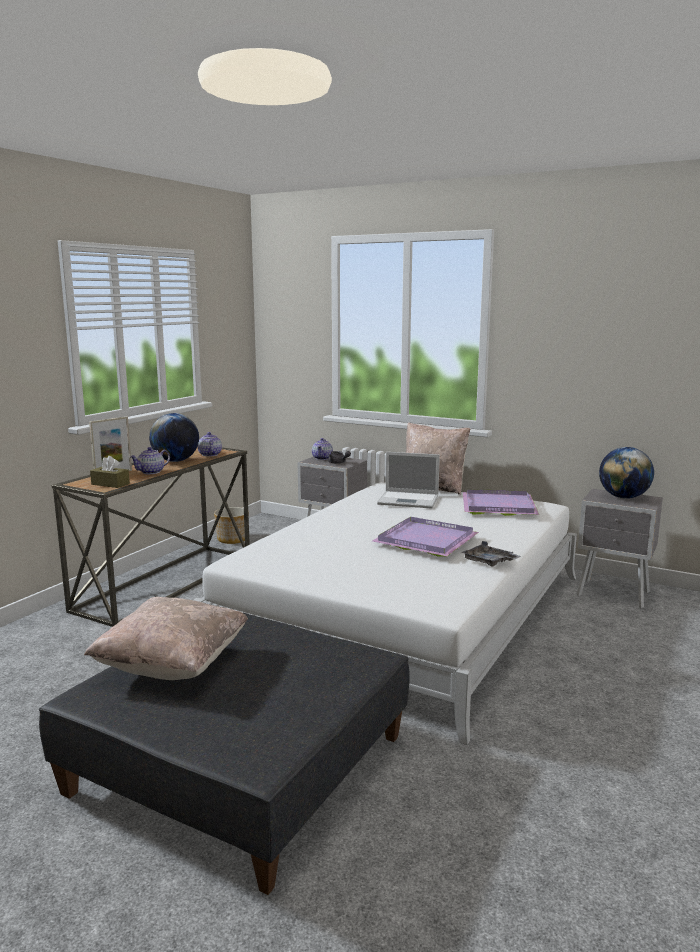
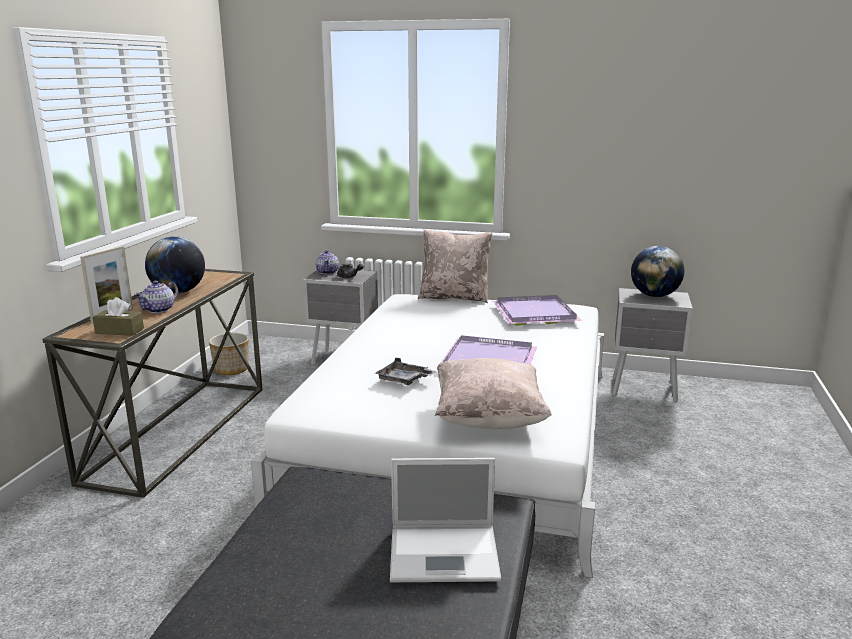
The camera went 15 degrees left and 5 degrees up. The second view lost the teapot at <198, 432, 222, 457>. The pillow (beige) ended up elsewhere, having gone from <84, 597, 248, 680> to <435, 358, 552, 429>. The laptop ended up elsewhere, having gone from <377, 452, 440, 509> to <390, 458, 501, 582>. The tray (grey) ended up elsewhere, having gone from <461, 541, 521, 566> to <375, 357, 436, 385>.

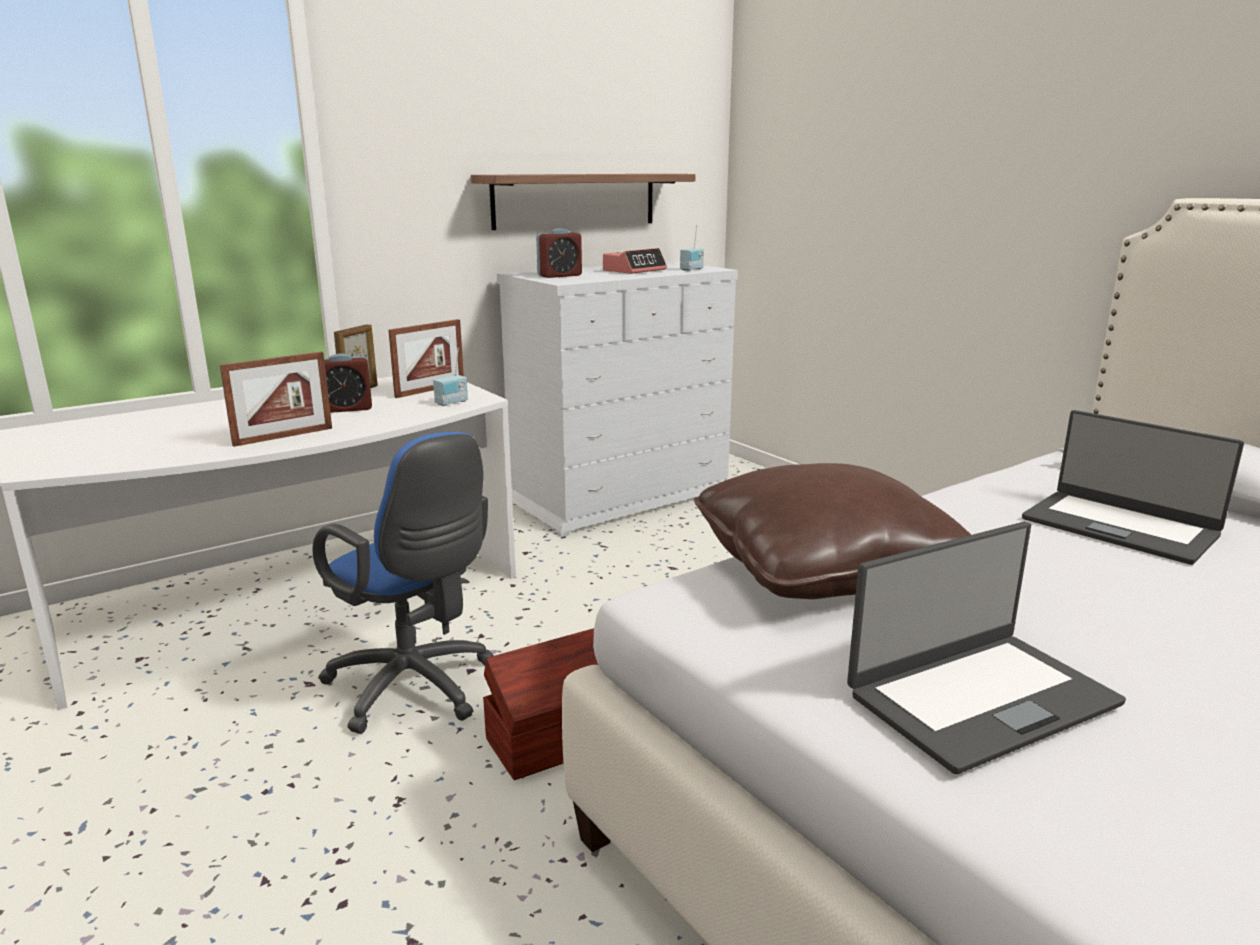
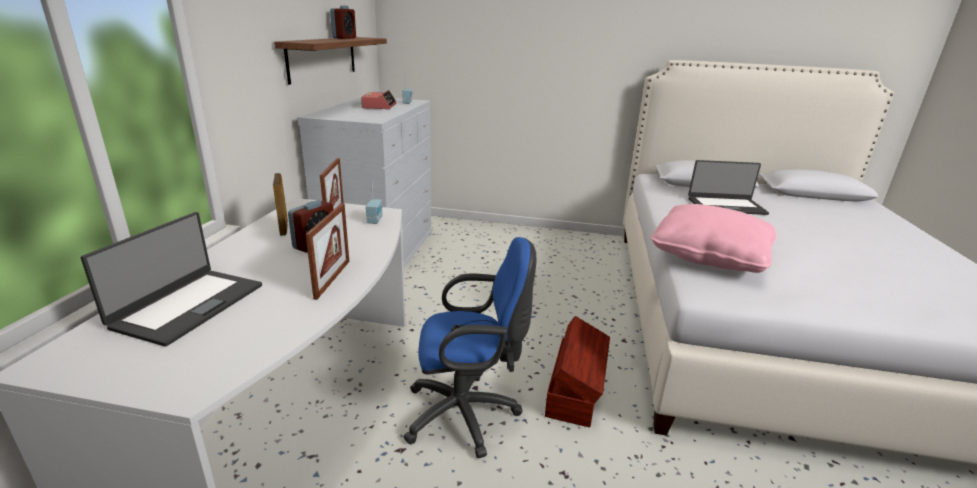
The camera went 45 degrees left and 5 degrees up. The alarm clock ended up elsewhere, having gone from <536, 228, 582, 278> to <330, 5, 356, 39>. The laptop ended up elsewhere, having gone from <847, 522, 1126, 774> to <81, 212, 262, 346>. What was the pillow (brown) at <694, 463, 971, 599> turned into the pillow (pink) at <650, 204, 776, 273>.

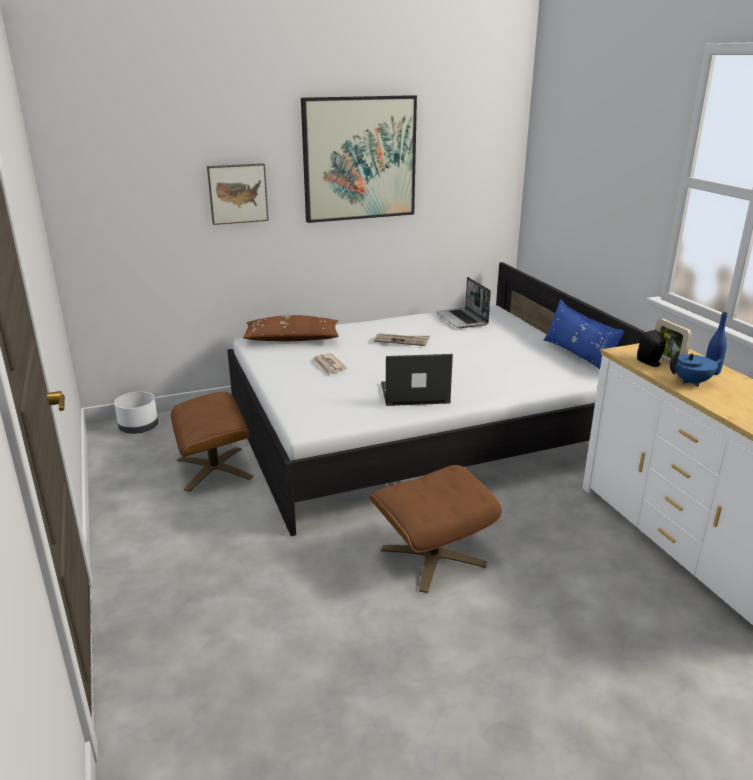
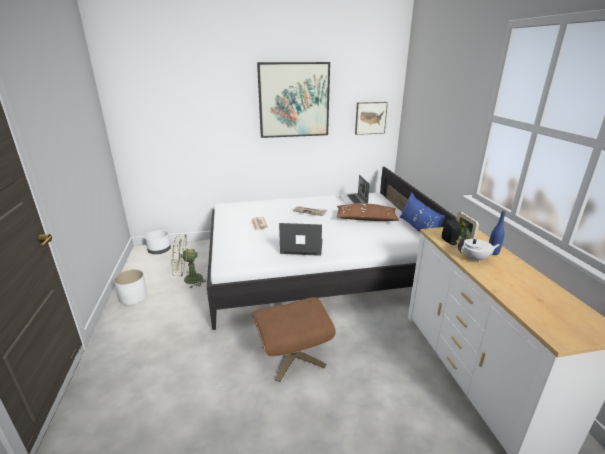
The camera went 10 degrees right and 0 degrees up. The second view gained the planter (white) at <114, 270, 147, 305>. The picture ended up elsewhere, having gone from <207, 163, 269, 225> to <355, 102, 388, 135>. The pillow (brown) ended up elsewhere, having gone from <243, 315, 339, 341> to <336, 204, 399, 221>. Where the ottoman (brown) stood at <171, 392, 253, 492>, the fan (green) came to stand at <172, 234, 207, 288>. What was the teapot (blue) at <670, 350, 723, 387> turned into the teapot (white) at <458, 236, 500, 263>.

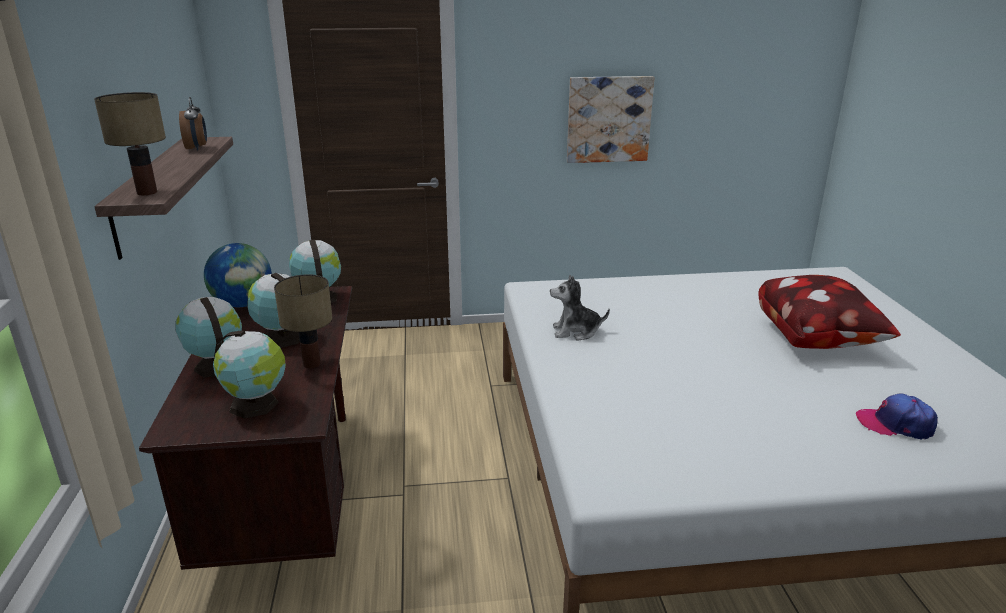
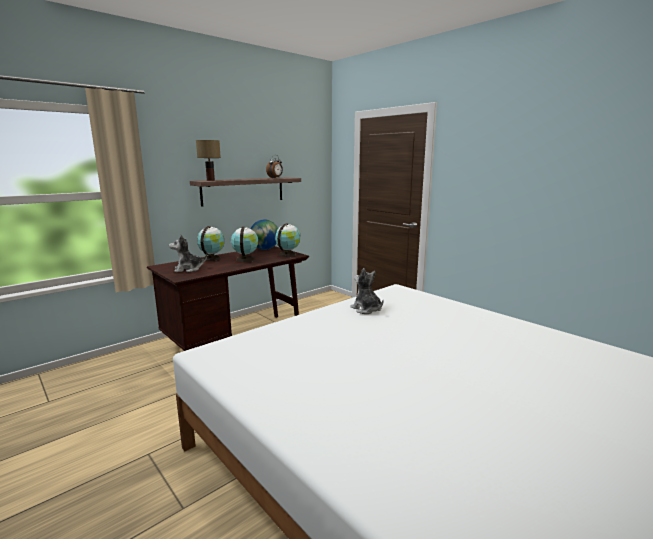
The camera went 55 degrees right and 10 degrees down. The second view lost the table lamp at <274, 274, 332, 368>. The second view lost the picture at <567, 76, 654, 163>. The second view lost the pillow at <758, 275, 901, 349>. The second view lost the cap at <856, 393, 938, 440>. Where the globe stood at <213, 331, 286, 419>, the plush toy came to stand at <169, 235, 207, 272>.

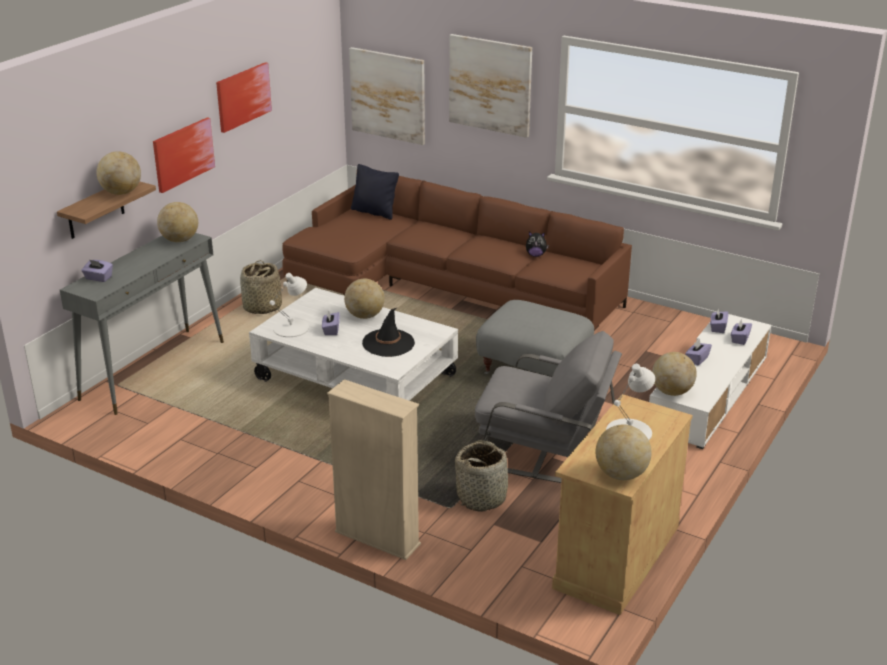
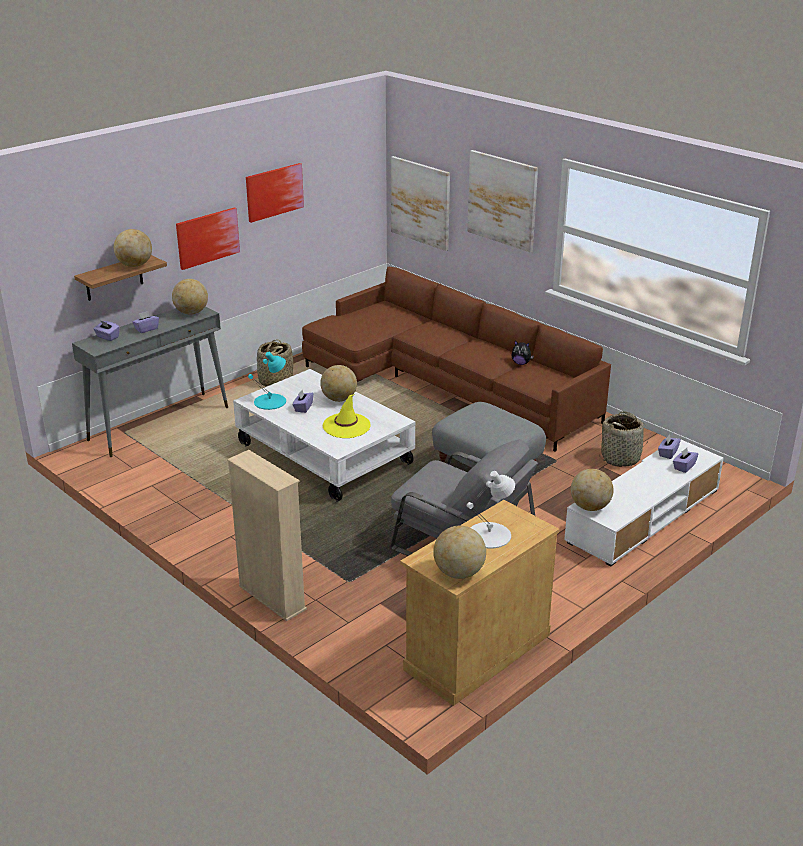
The camera went 15 degrees right and 0 degrees up. The second view lost the pillow (black) at <351, 164, 399, 220>. The basket ended up elsewhere, having gone from <455, 440, 514, 512> to <599, 411, 649, 467>. The tissue box (purple) ended up elsewhere, having gone from <685, 339, 712, 365> to <132, 311, 159, 333>. What was the table lamp (white) at <270, 273, 309, 337> turned into the table lamp (turquoise) at <248, 352, 286, 410>. What was the hat (black) at <362, 308, 415, 357> turned into the hat (yellow) at <323, 394, 371, 438>.

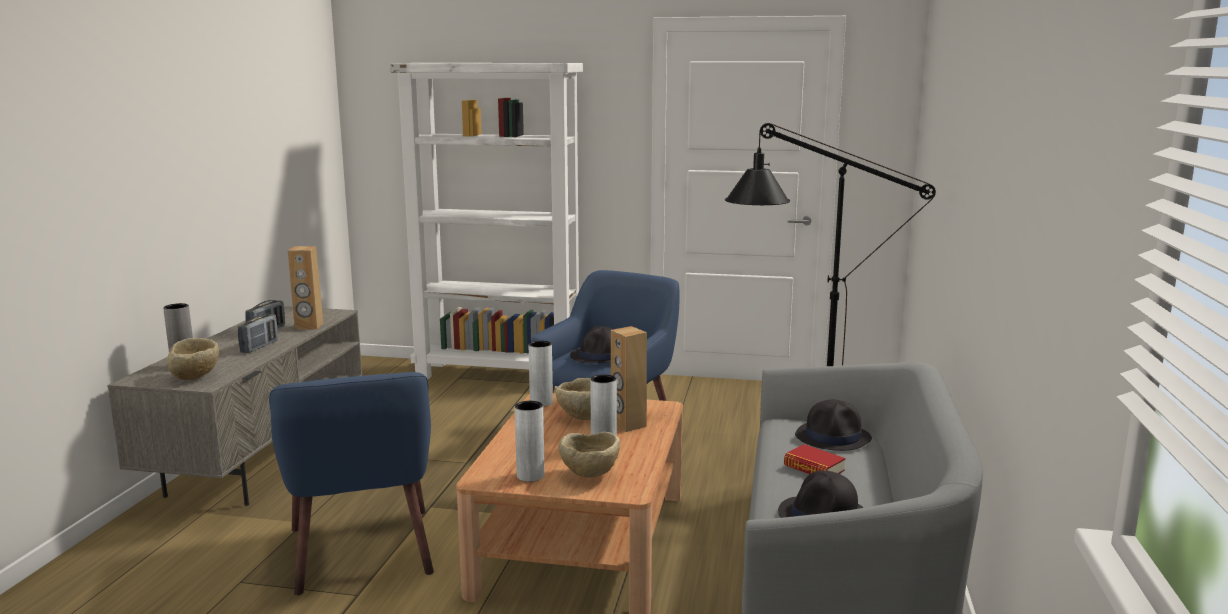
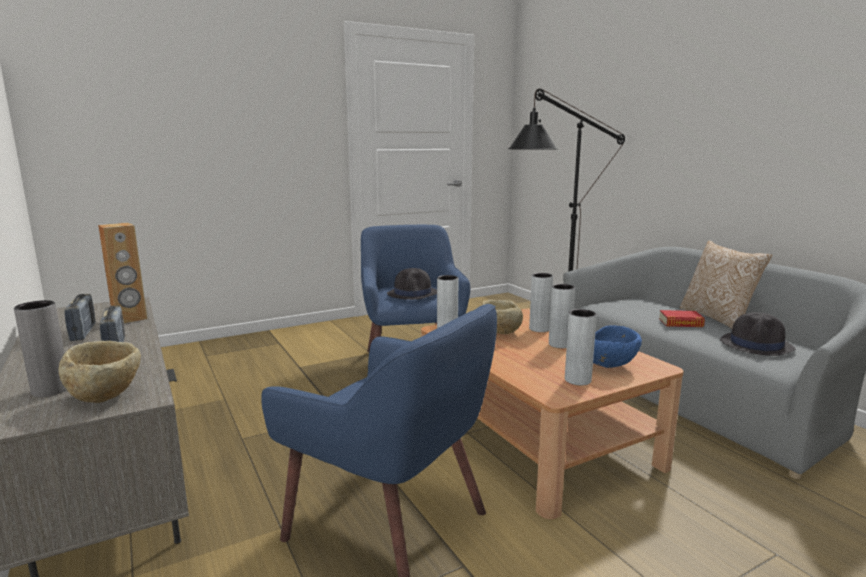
The camera went 40 degrees left and 0 degrees up. The second view lost the bookcase (white) at <390, 63, 583, 388>. The second view lost the hat (black) at <795, 400, 872, 451>. The second view gained the pillow at <680, 240, 772, 329>. Where the speaker (brown) stood at <611, 326, 647, 432>, the vase (grey) came to stand at <529, 273, 553, 332>. What was the bowl (beige) at <558, 432, 620, 477> turned into the bowl (blue) at <593, 325, 642, 368>.

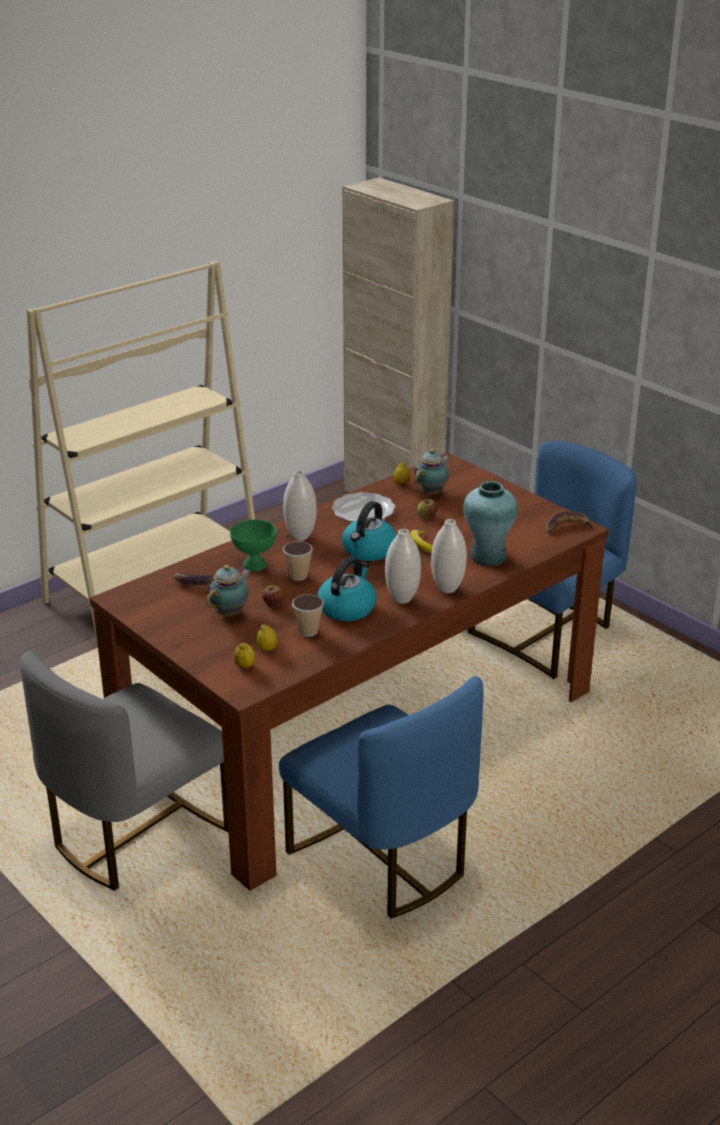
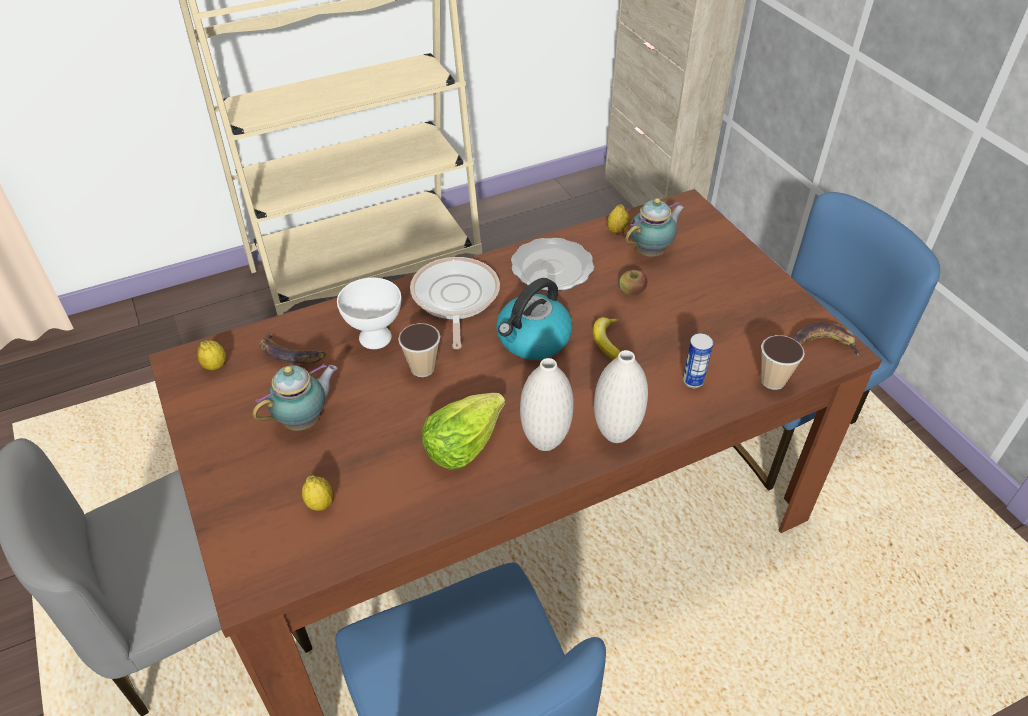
The camera went 15 degrees right and 15 degrees up. The second view lost the apple at <262, 583, 283, 607>. The lemon ended up elsewhere, having gone from <234, 642, 255, 669> to <197, 340, 226, 371>. The cup ended up elsewhere, having gone from <292, 594, 324, 637> to <761, 335, 805, 390>. Where the vase (white) stood at <283, 470, 317, 541>, the frying pan came to stand at <410, 257, 500, 349>. Where the kettle stood at <317, 557, 377, 621>, the lettuce came to stand at <421, 393, 505, 470>. Where the vase (turquoise) stood at <463, 481, 518, 566>, the can came to stand at <683, 334, 713, 388>. What was the bowl (green) at <230, 520, 276, 572> turned into the bowl (white) at <337, 278, 401, 349>.

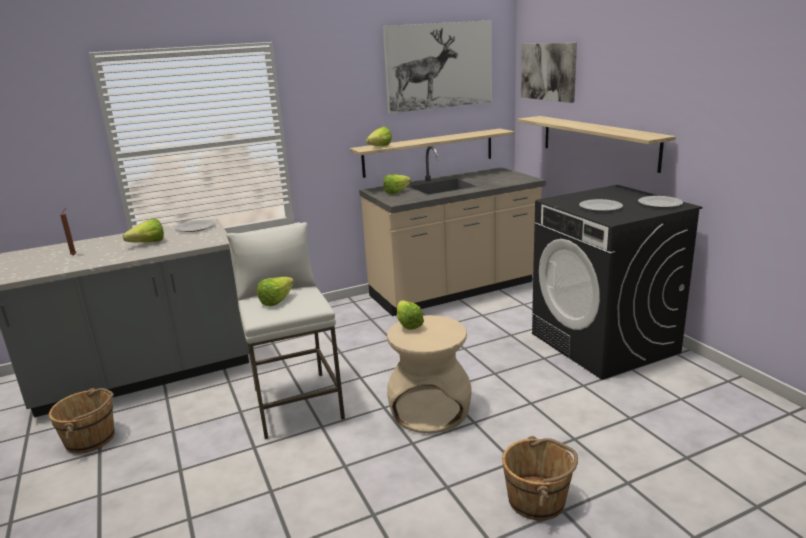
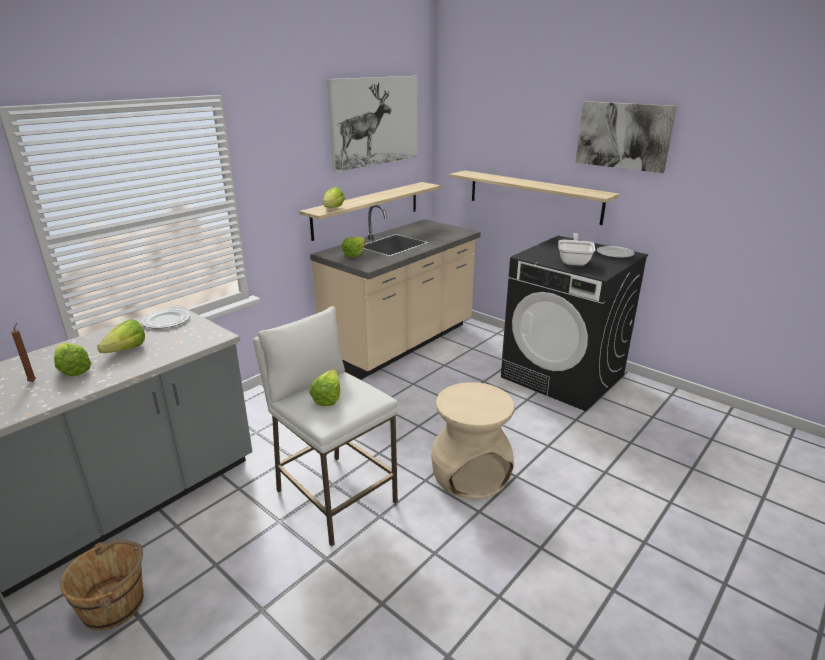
The camera went 25 degrees left and 5 degrees up. The second view lost the bucket (brown) at <502, 436, 578, 521>. The lettuce ended up elsewhere, having gone from <397, 300, 424, 330> to <54, 343, 92, 376>. The picture ended up elsewhere, having gone from <521, 43, 577, 103> to <575, 101, 677, 173>. Where the plate stood at <579, 199, 623, 212>, the frying pan came to stand at <558, 233, 595, 266>.

